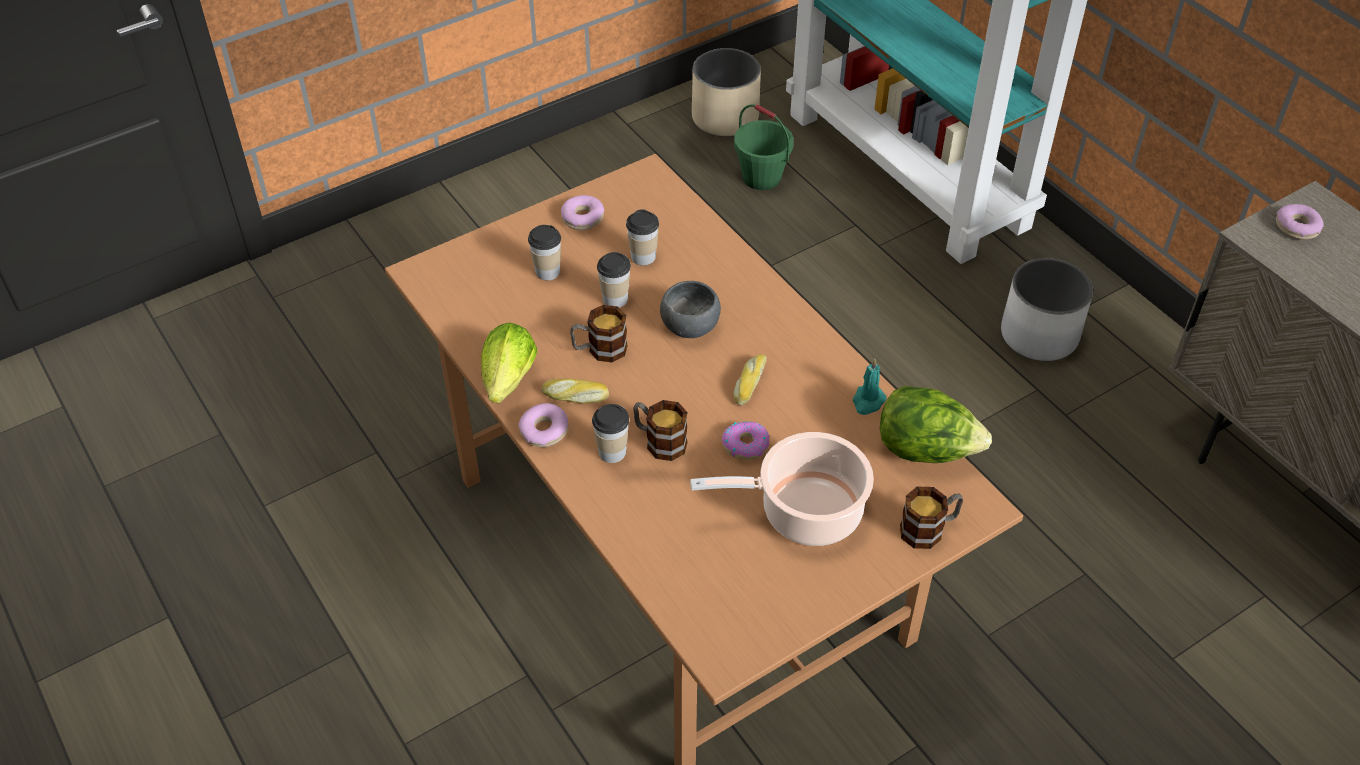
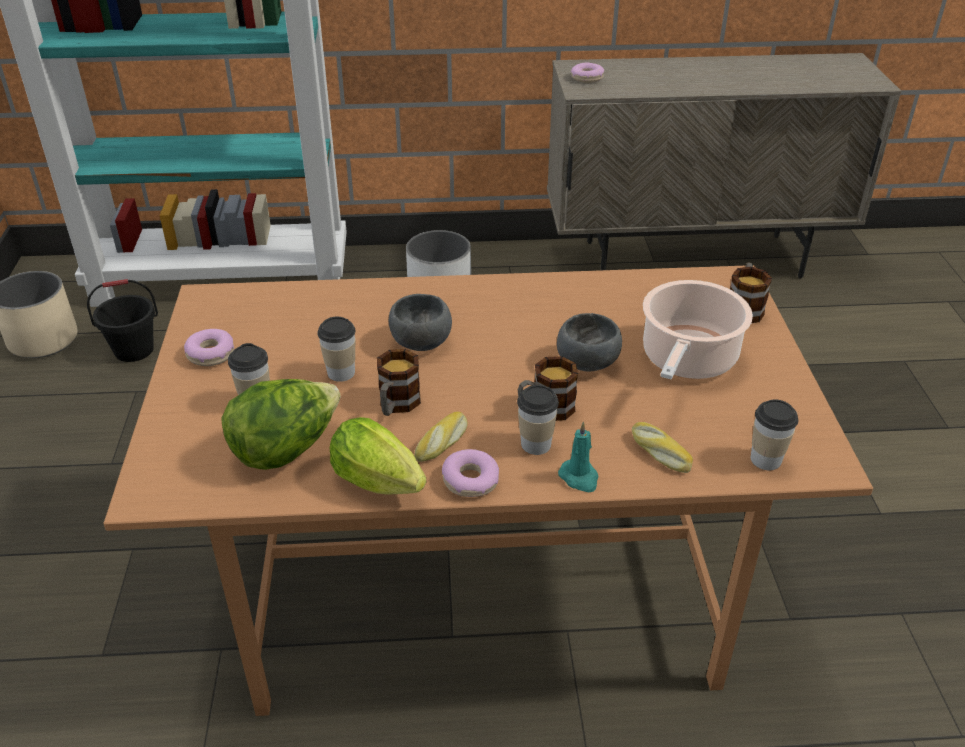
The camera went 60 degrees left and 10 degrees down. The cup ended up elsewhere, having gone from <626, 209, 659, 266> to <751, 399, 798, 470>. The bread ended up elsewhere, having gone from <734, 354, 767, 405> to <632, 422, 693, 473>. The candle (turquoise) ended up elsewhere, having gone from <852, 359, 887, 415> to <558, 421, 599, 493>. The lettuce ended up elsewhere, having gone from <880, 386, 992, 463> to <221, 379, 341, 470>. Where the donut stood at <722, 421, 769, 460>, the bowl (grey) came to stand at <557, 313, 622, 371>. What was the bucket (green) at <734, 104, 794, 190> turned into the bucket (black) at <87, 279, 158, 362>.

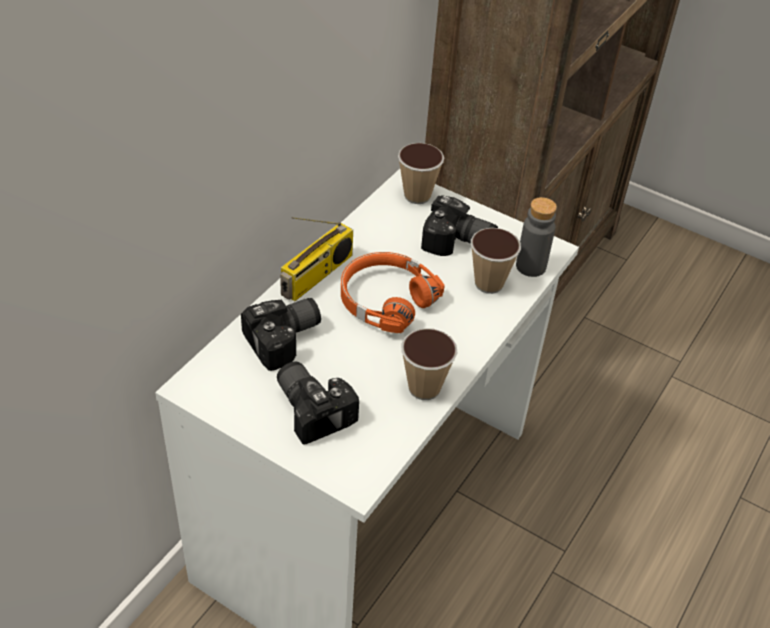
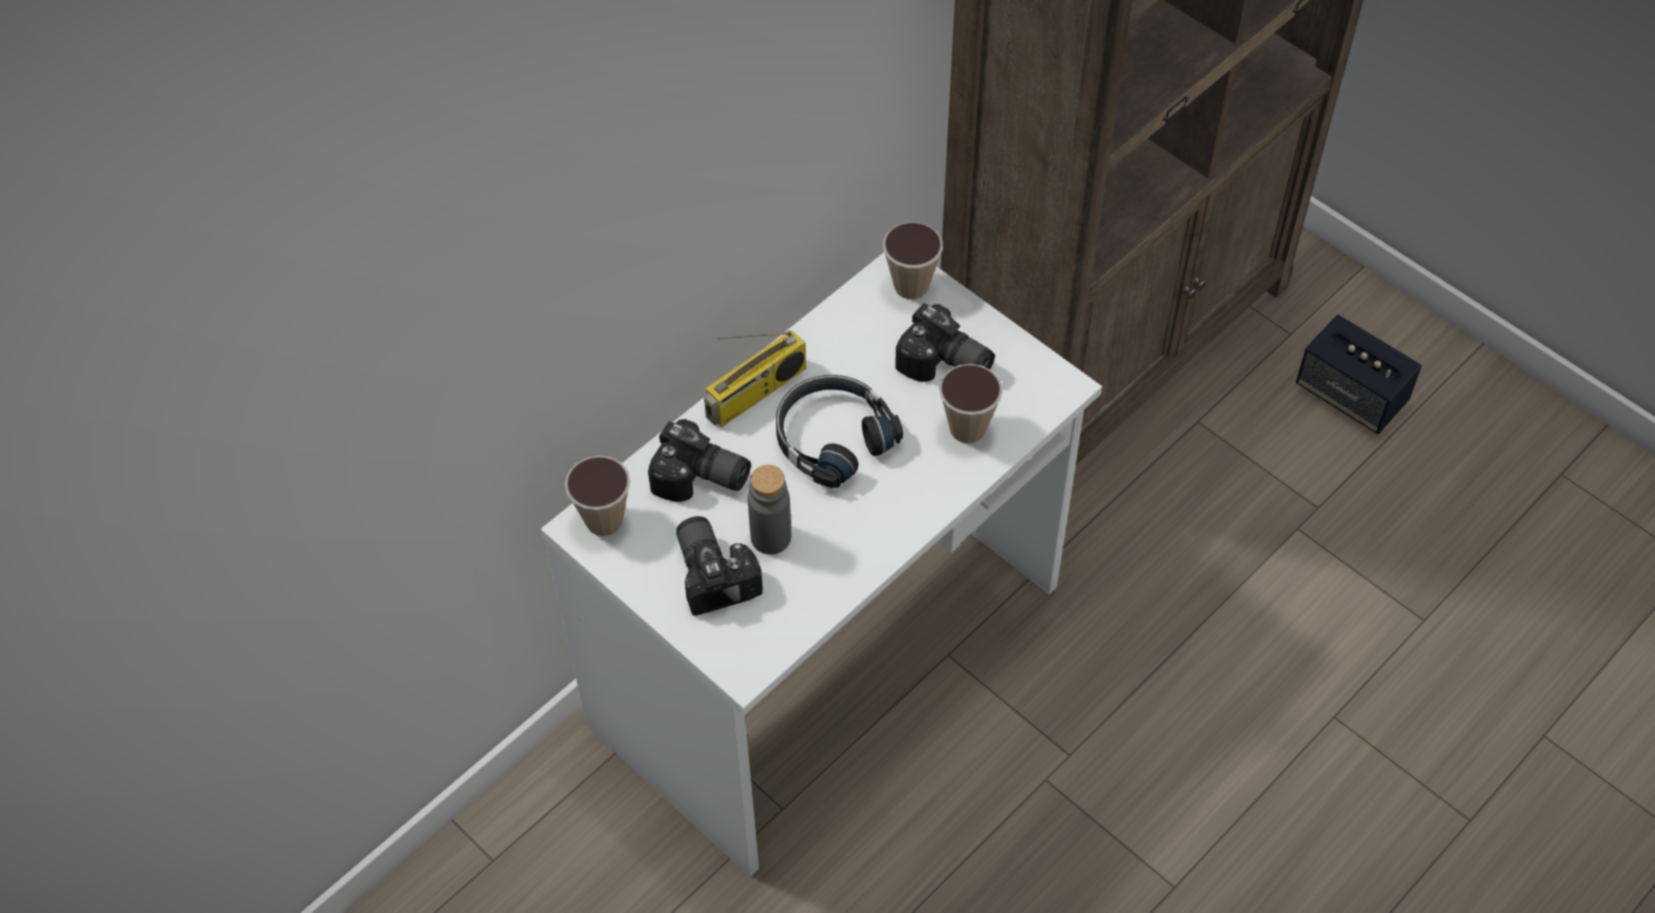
The camera went 15 degrees right and 10 degrees up. The second view gained the speaker at <1296, 315, 1422, 434>. The cup ended up elsewhere, having gone from <401, 328, 457, 400> to <565, 455, 631, 536>. The bottle (grey) ended up elsewhere, having gone from <516, 197, 557, 277> to <748, 465, 791, 554>. What was the headphones (orange) at <341, 252, 445, 333> turned into the headphones (black) at <776, 375, 903, 488>. The photo camera at <241, 298, 321, 371> ended up facing another way, 45 degrees clockwise from before.

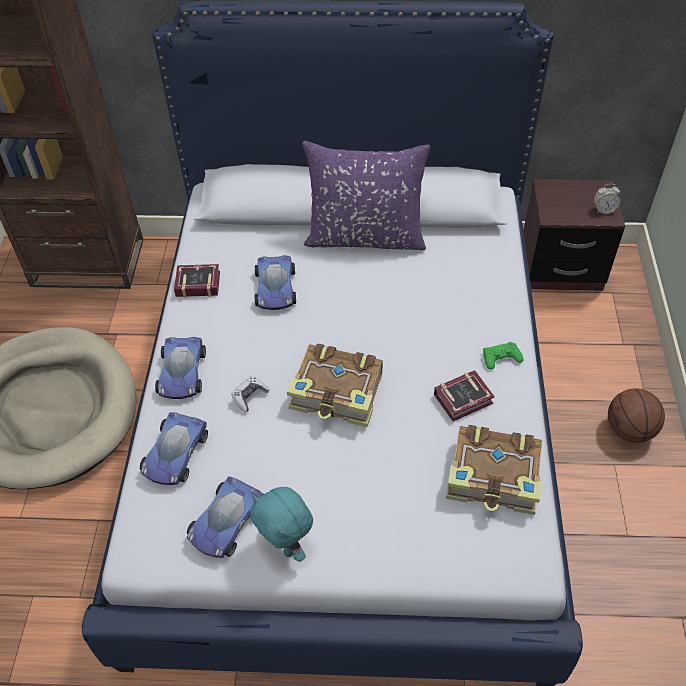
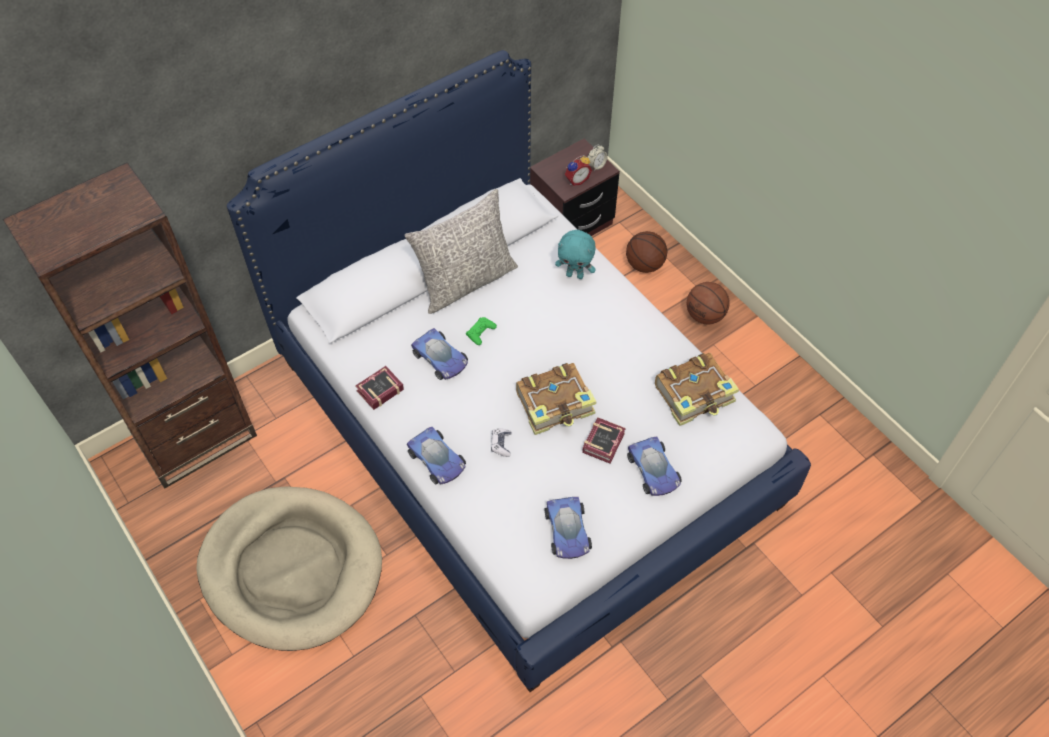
The camera went 40 degrees left and 5 degrees up. The second view gained the alarm clock at <565, 155, 592, 186>. The second view gained the basketball at <626, 231, 668, 273>. The toy car ended up elsewhere, having gone from <140, 412, 208, 485> to <627, 437, 682, 496>. The plush toy (turquoise) ended up elsewhere, having gone from <250, 487, 313, 562> to <555, 230, 596, 279>. The book ended up elsewhere, having gone from <434, 370, 495, 421> to <582, 418, 626, 464>. The game controller (green) ended up elsewhere, having gone from <483, 342, 524, 370> to <466, 317, 497, 345>. What was the pillow (purple) at <302, 141, 430, 250> turned into the pillow (grey) at <404, 189, 518, 314>.

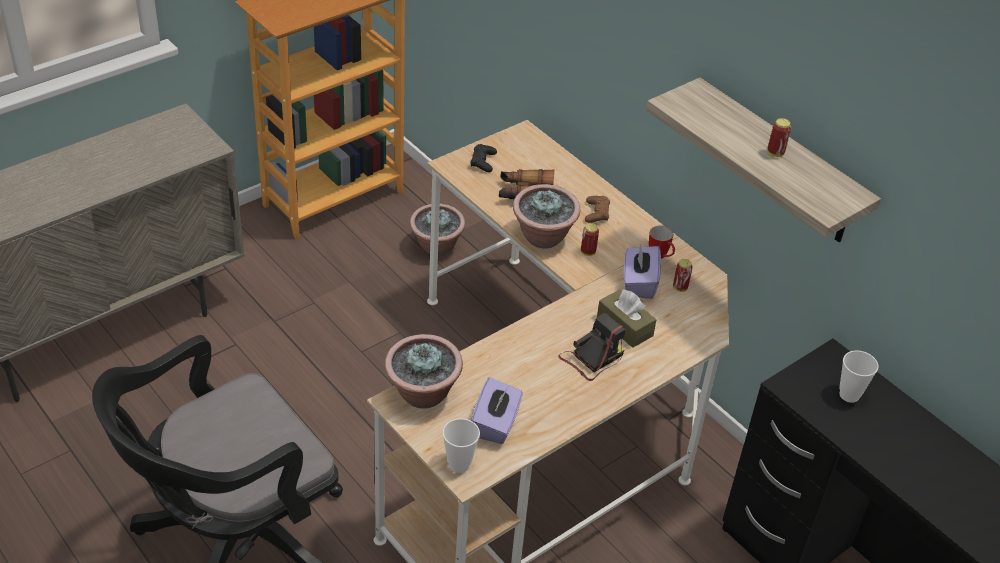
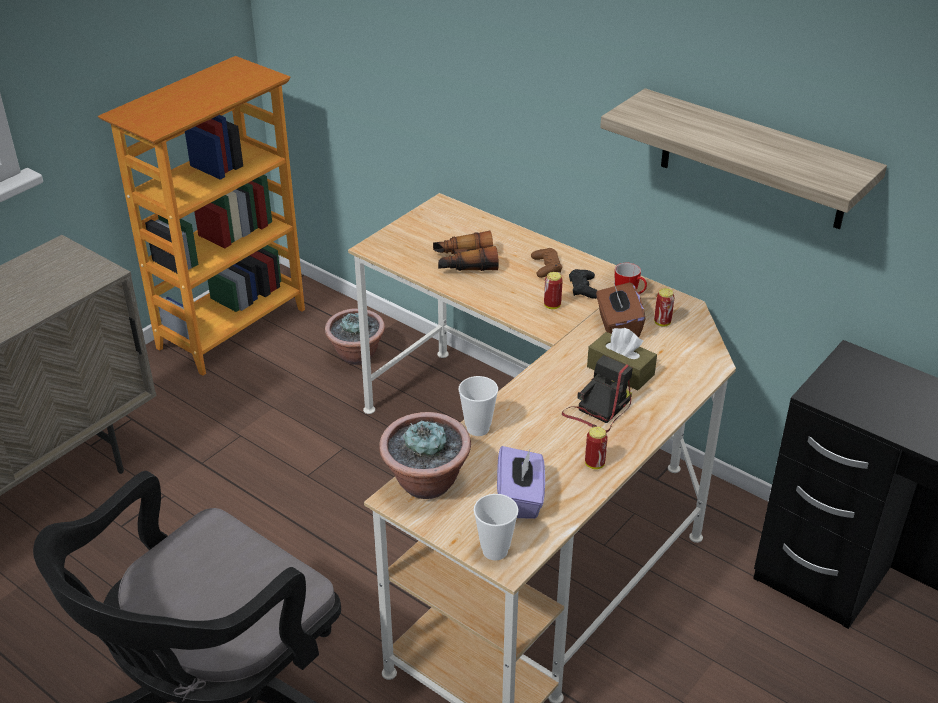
The camera went 10 degrees left and 5 degrees down. The second view lost the potted plant at <513, 184, 580, 249>. The game controller (black) ended up elsewhere, having gone from <470, 144, 497, 172> to <569, 269, 598, 299>. The can ended up elsewhere, having gone from <768, 118, 791, 157> to <585, 427, 608, 469>. The cup ended up elsewhere, having gone from <839, 350, 879, 403> to <458, 376, 498, 436>. What was the tissue box (purple) at <624, 244, 661, 299> turned into the tissue box (brown) at <596, 282, 645, 337>.

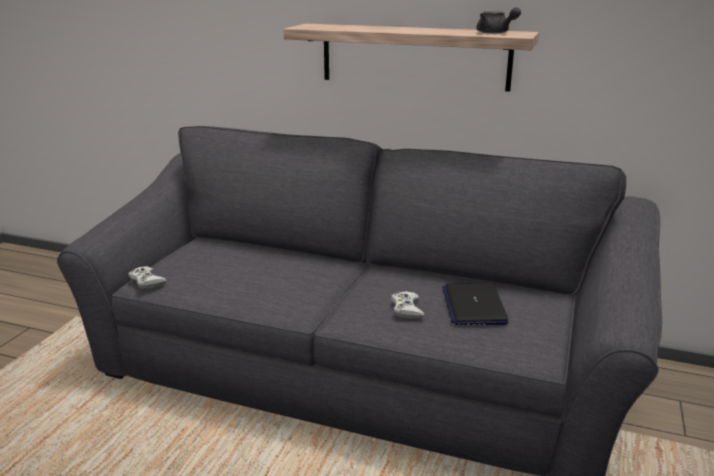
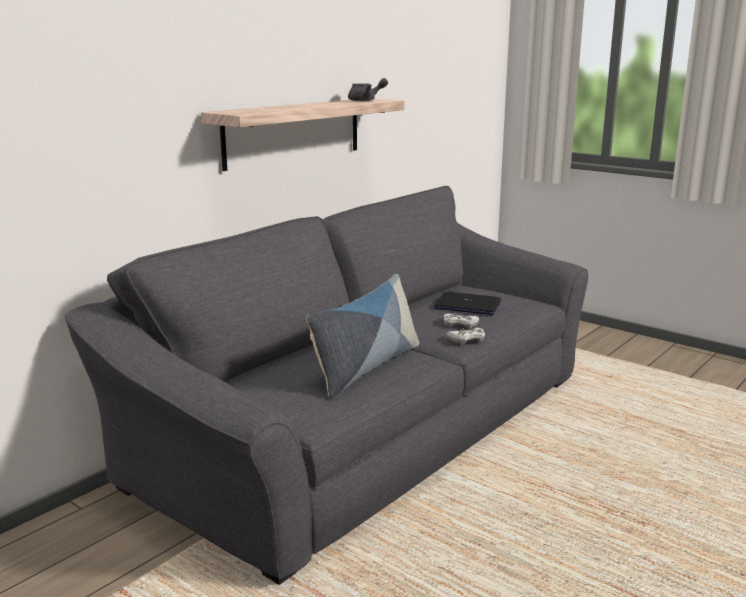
The camera went 70 degrees left and 5 degrees down. The second view gained the pillow at <306, 274, 419, 398>. The game controller (white) ended up elsewhere, having gone from <129, 266, 167, 289> to <446, 327, 485, 344>.

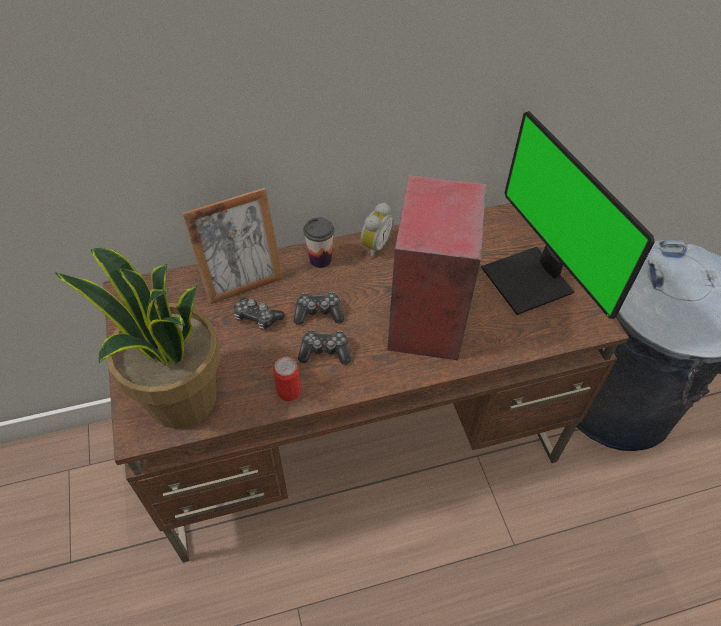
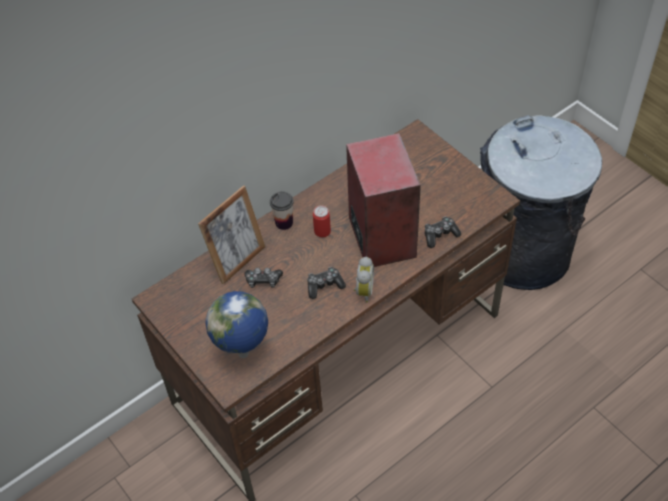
The camera went 20 degrees left and 0 degrees up. The second view lost the monitor at <481, 111, 655, 319>. The can ended up elsewhere, having gone from <273, 357, 301, 401> to <313, 205, 331, 238>. The game controller ended up elsewhere, having gone from <294, 292, 344, 325> to <425, 217, 461, 248>. The alarm clock ended up elsewhere, having gone from <361, 203, 394, 259> to <354, 257, 374, 303>. Where the potted plant stood at <55, 248, 220, 429>, the globe came to stand at <205, 291, 268, 358>.

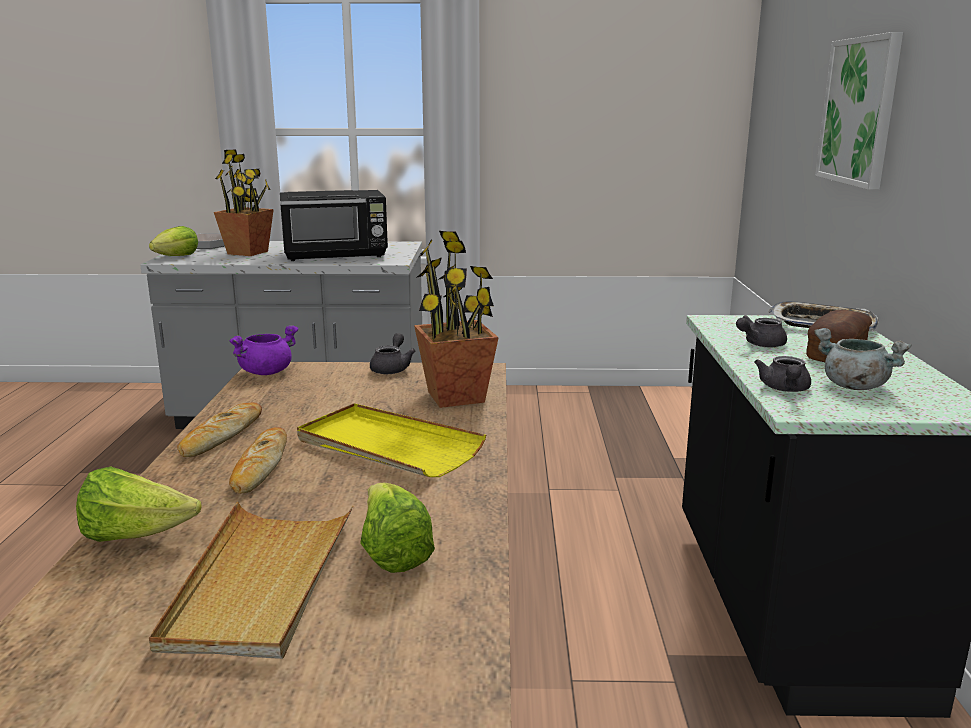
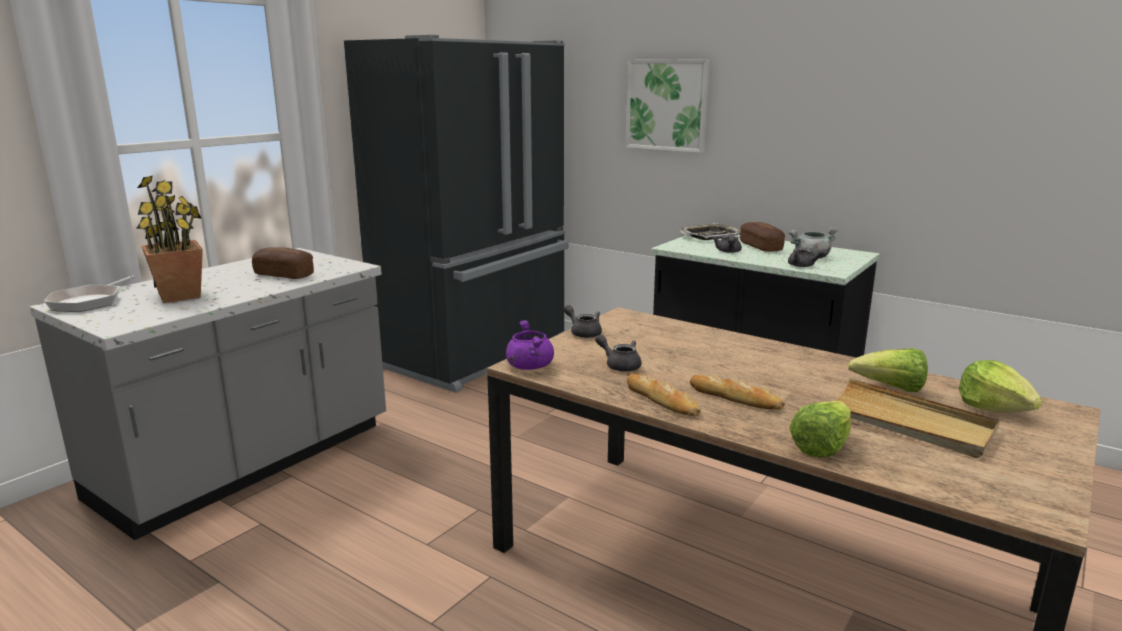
The camera went 55 degrees left and 0 degrees up. The second view lost the tray (yellow) at <297, 403, 486, 477>. The second view lost the potted plant at <414, 231, 499, 408>. The second view gained the fridge (black) at <344, 35, 569, 393>. The second view gained the teapot (grey) at <595, 334, 641, 372>. The lettuce ended up elsewhere, having gone from <149, 226, 198, 256> to <958, 360, 1043, 412>. Where the microwave (black) stood at <280, 190, 388, 261>, the bread came to stand at <252, 247, 314, 279>.

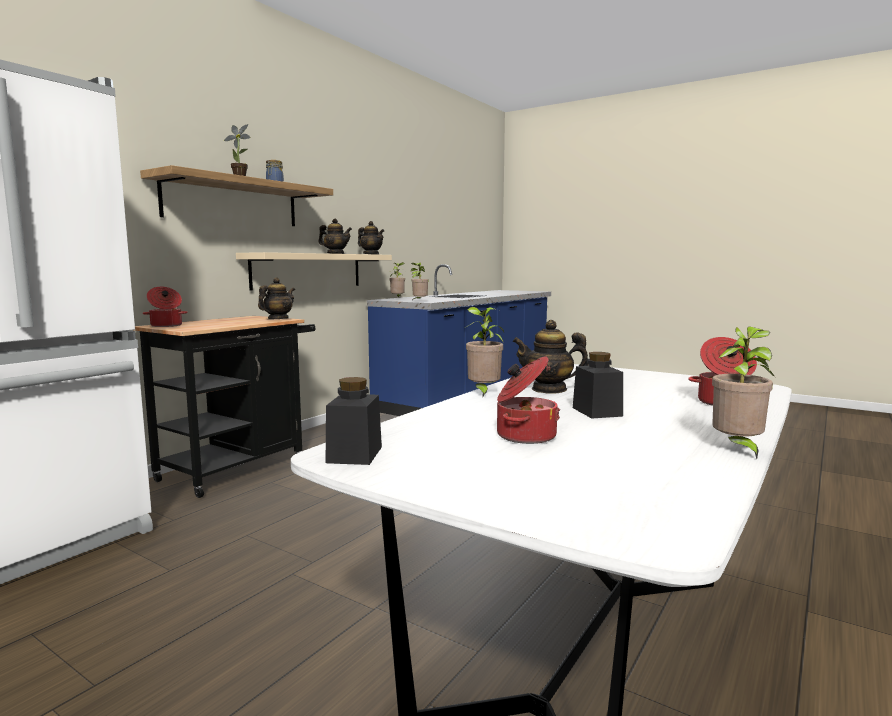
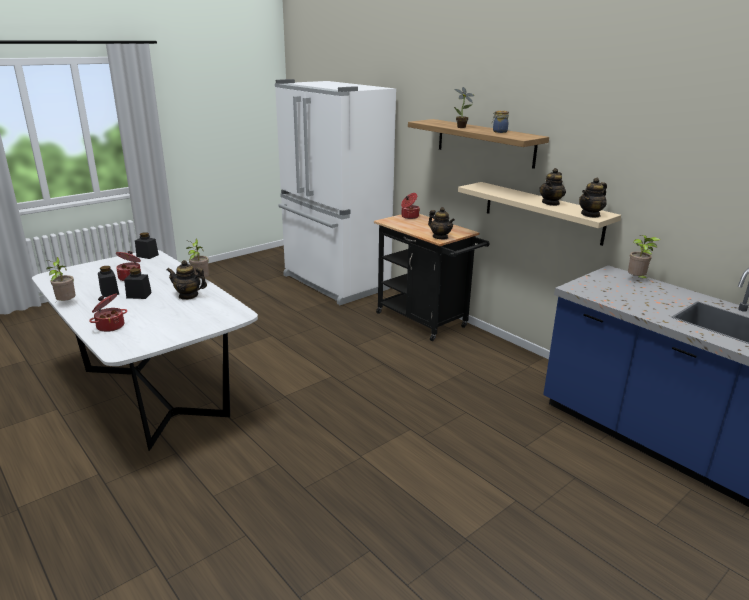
The camera went 105 degrees right and 15 degrees up. The second view lost the potted plant at <411, 262, 429, 301>. The second view gained the jar (black) at <98, 266, 119, 297>. The teapot at <513, 320, 589, 394> ended up facing another way, 105 degrees counterclockwise from before.

